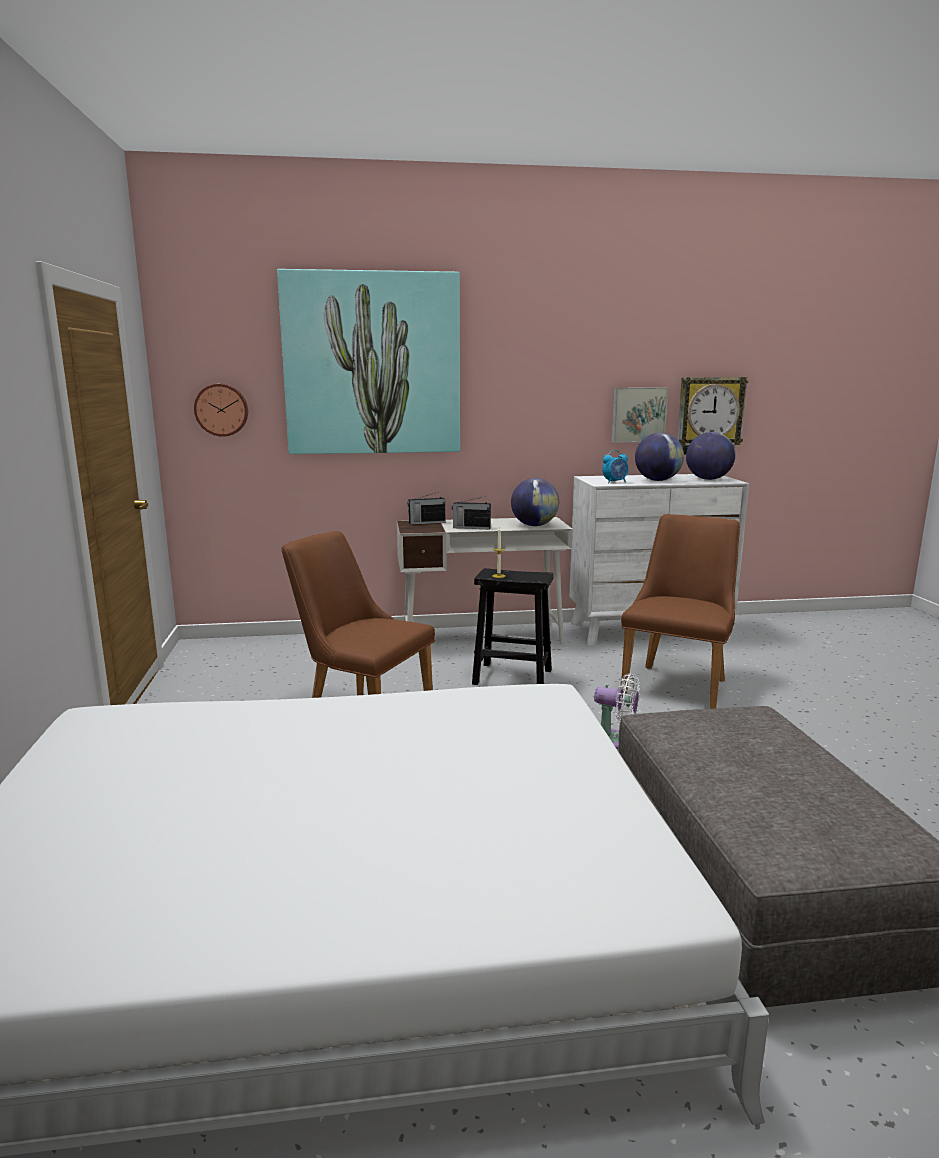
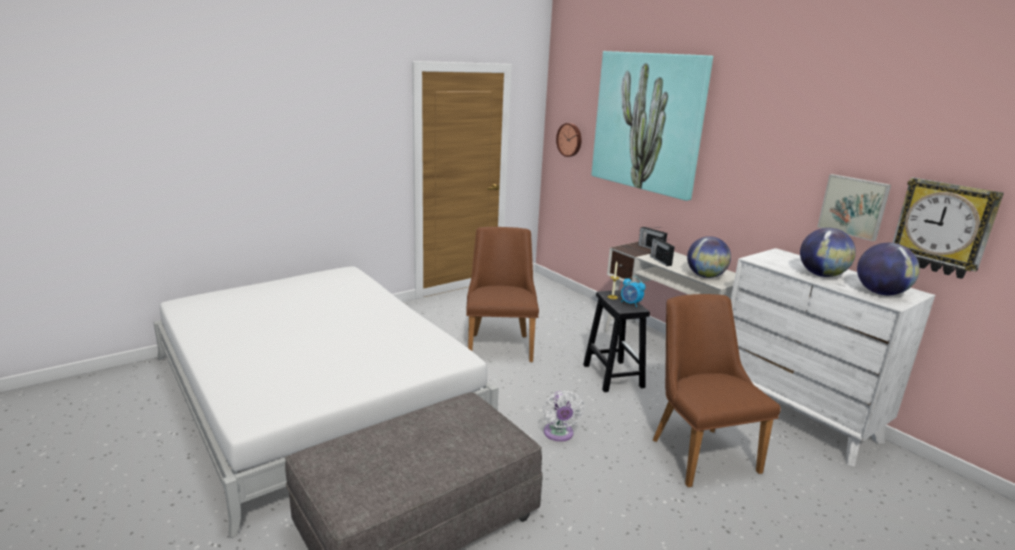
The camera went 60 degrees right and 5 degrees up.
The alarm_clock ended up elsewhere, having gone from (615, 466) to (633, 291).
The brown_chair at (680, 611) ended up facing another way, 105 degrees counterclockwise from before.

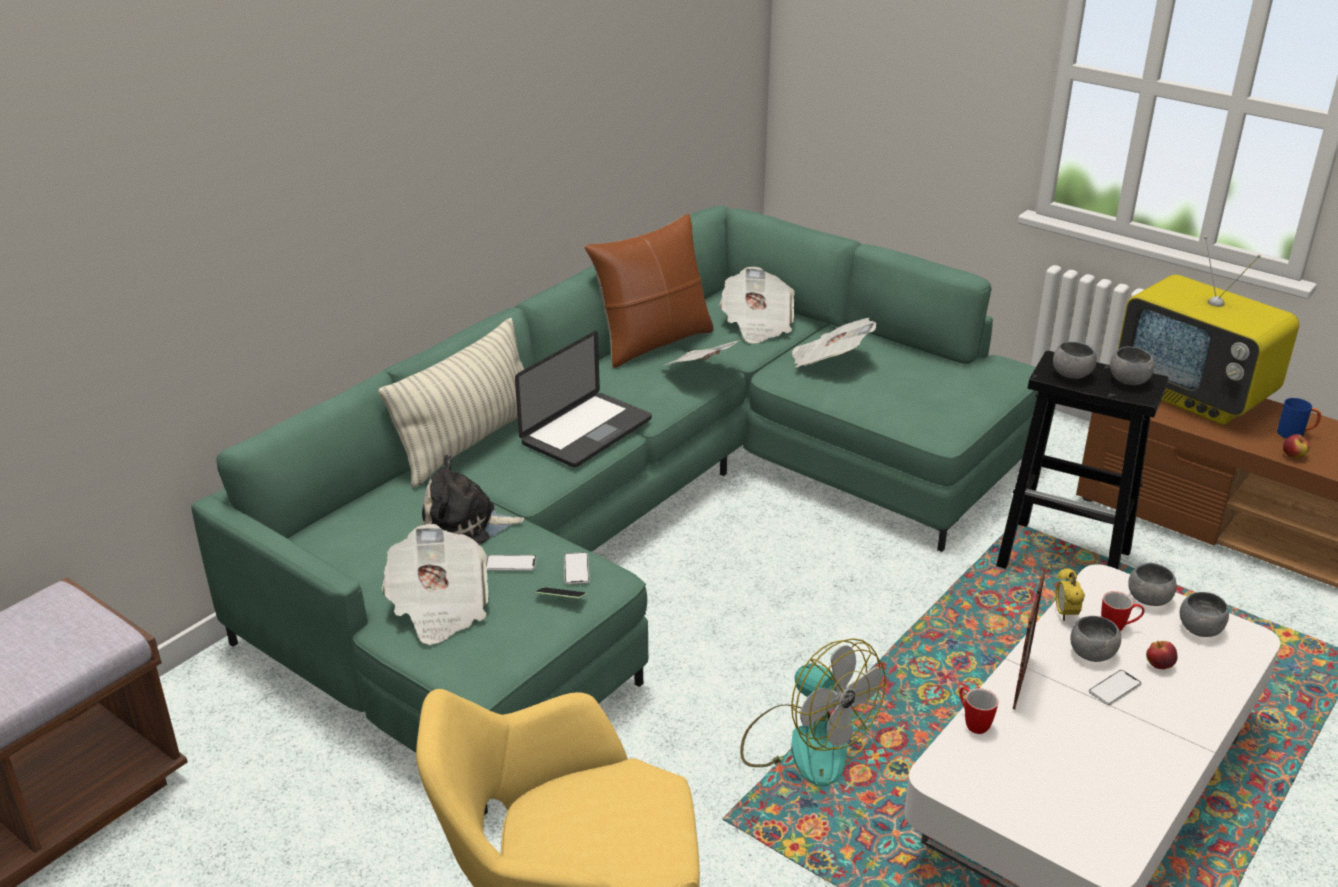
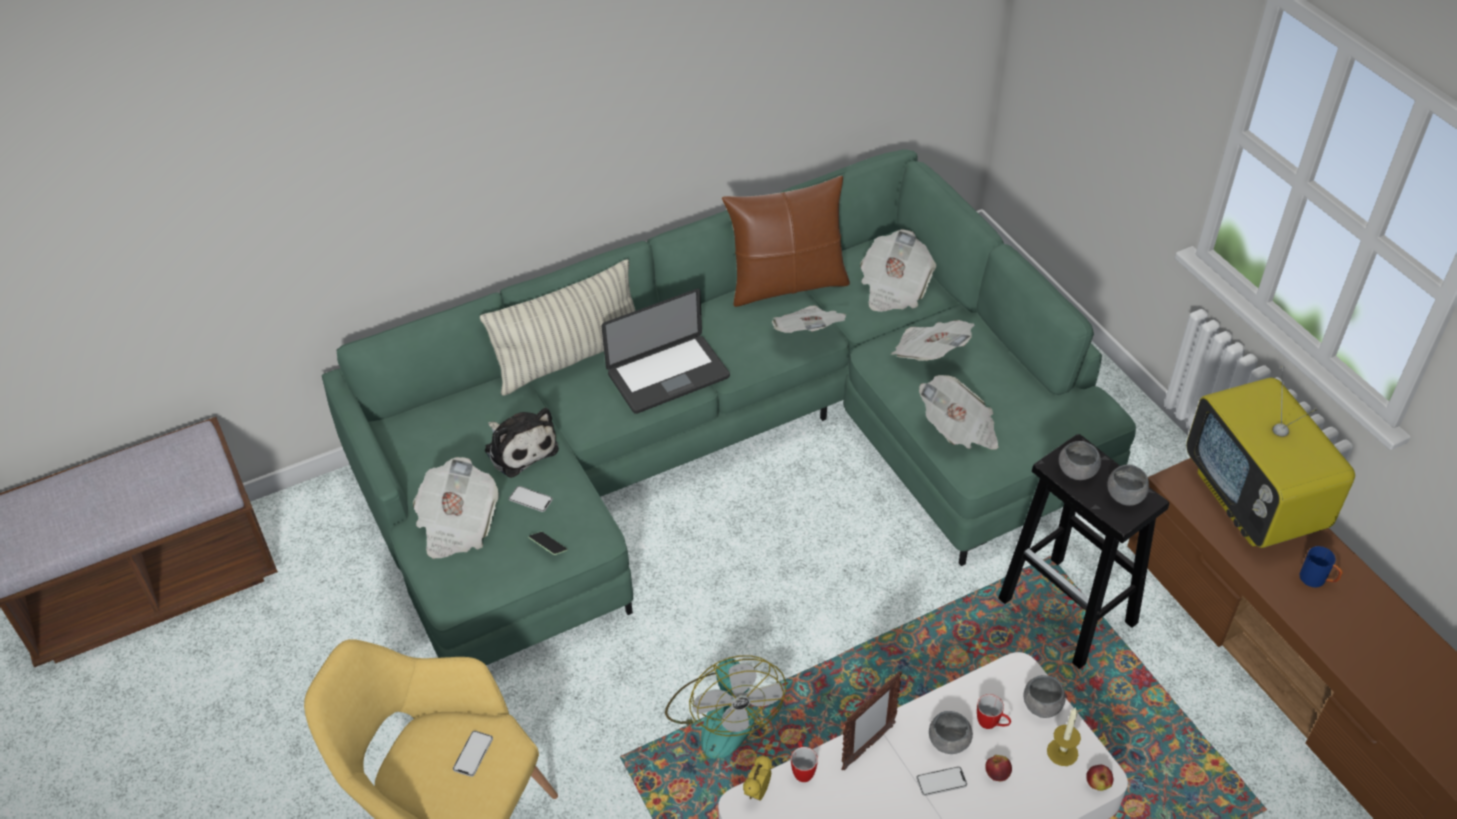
The camera went 25 degrees right and 15 degrees up.
The second view gained the newspaper at (959, 412).
The phone ended up elsewhere, having gone from (577, 568) to (473, 754).
The alarm_clock ended up elsewhere, having gone from (1070, 594) to (757, 778).
The apple ended up elsewhere, having gone from (1296, 446) to (1099, 778).
Where the grey_bowl stood at (1204, 614), the candle came to stand at (1064, 736).
The plush_toy at (473, 499) ended up facing another way, 150 degrees counterclockwise from before.

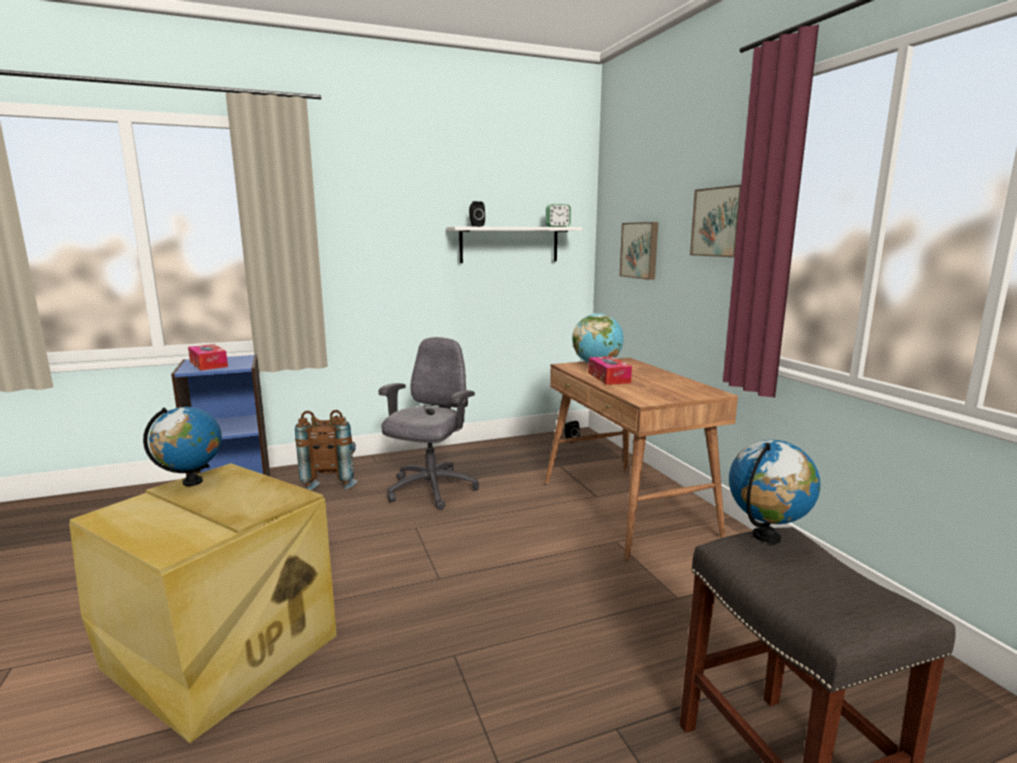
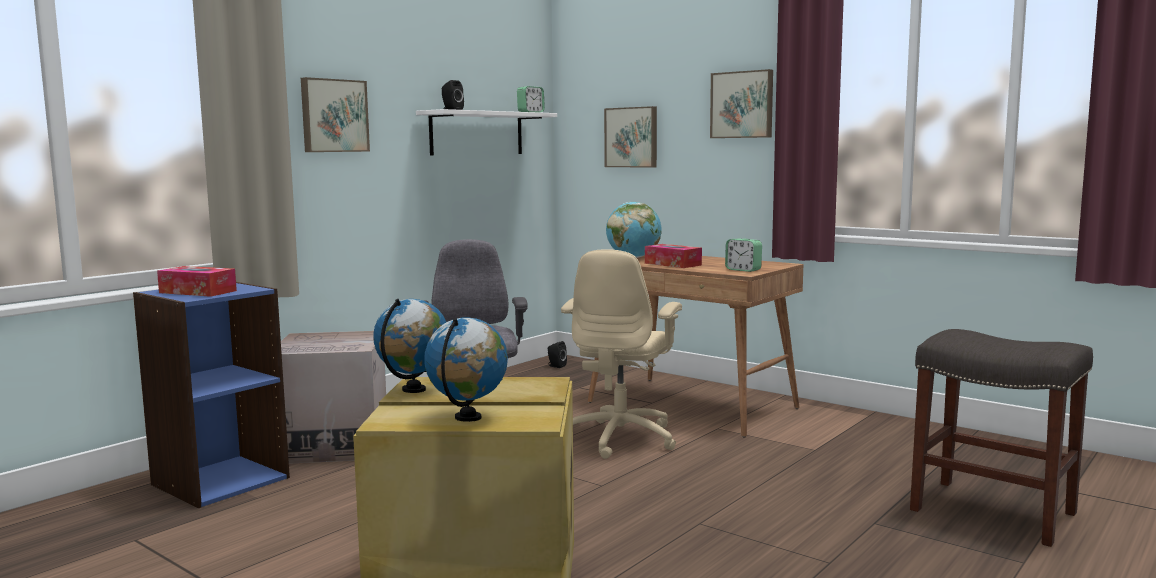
The camera went 30 degrees left and 5 degrees down.
The second view gained the picture at (335, 114).
The second view gained the beige_office_chair at (621, 354).
The second view gained the alarm_clock at (743, 255).
The globe ended up elsewhere, having gone from (774, 492) to (466, 369).
Where the brown_backpack stood at (326, 450), the cardboard_box came to stand at (333, 397).

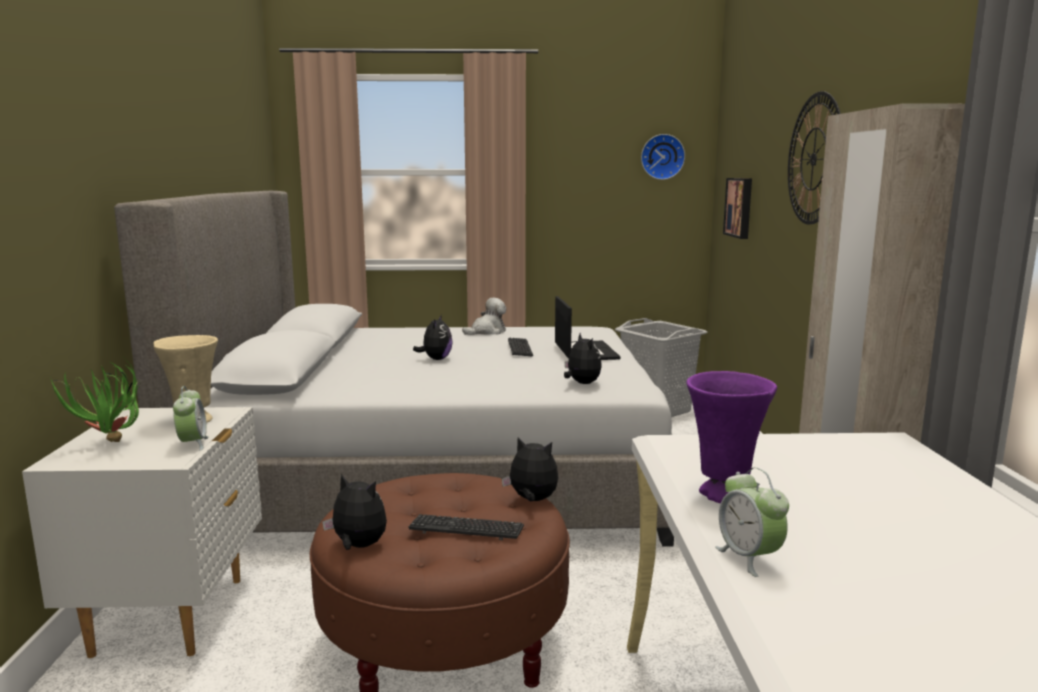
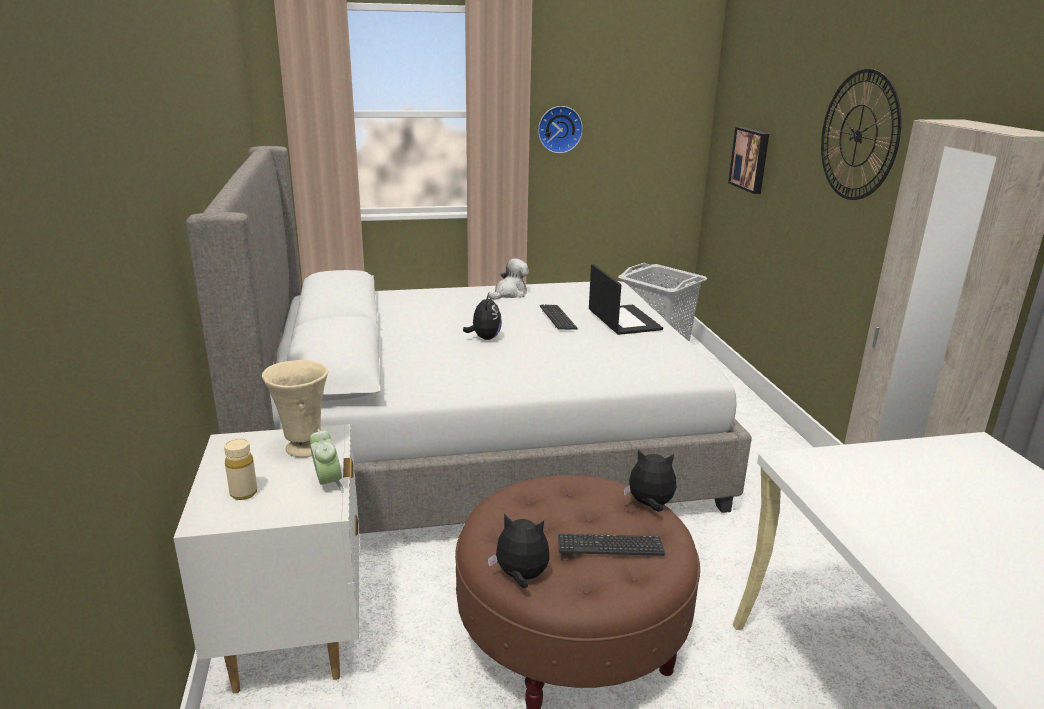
The camera went 10 degrees left and 10 degrees up.
The second view lost the plush_toy at (583, 358).
The second view lost the purple_vase at (731, 437).
The second view lost the alarm_clock at (752, 522).
The wall_clock ended up elsewhere, having gone from (663, 157) to (560, 130).
Where the potted_plant stood at (95, 399), the beige_bottle came to stand at (240, 469).

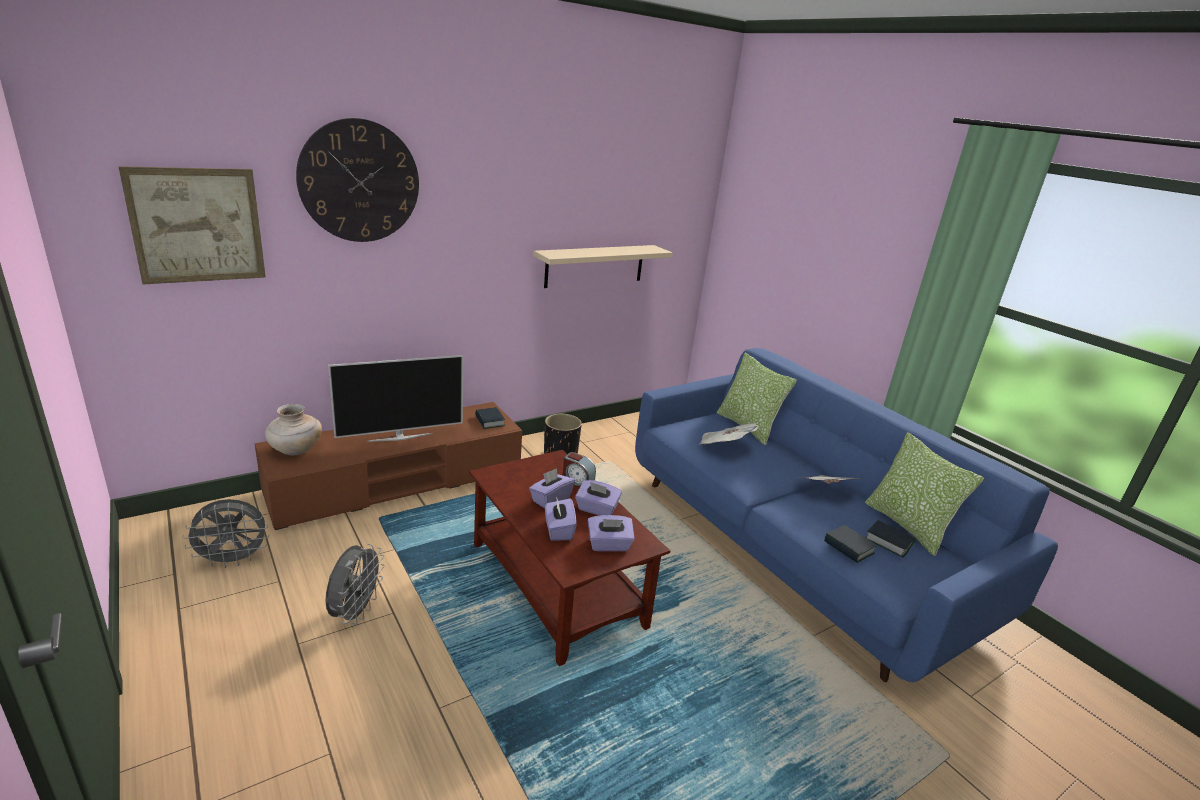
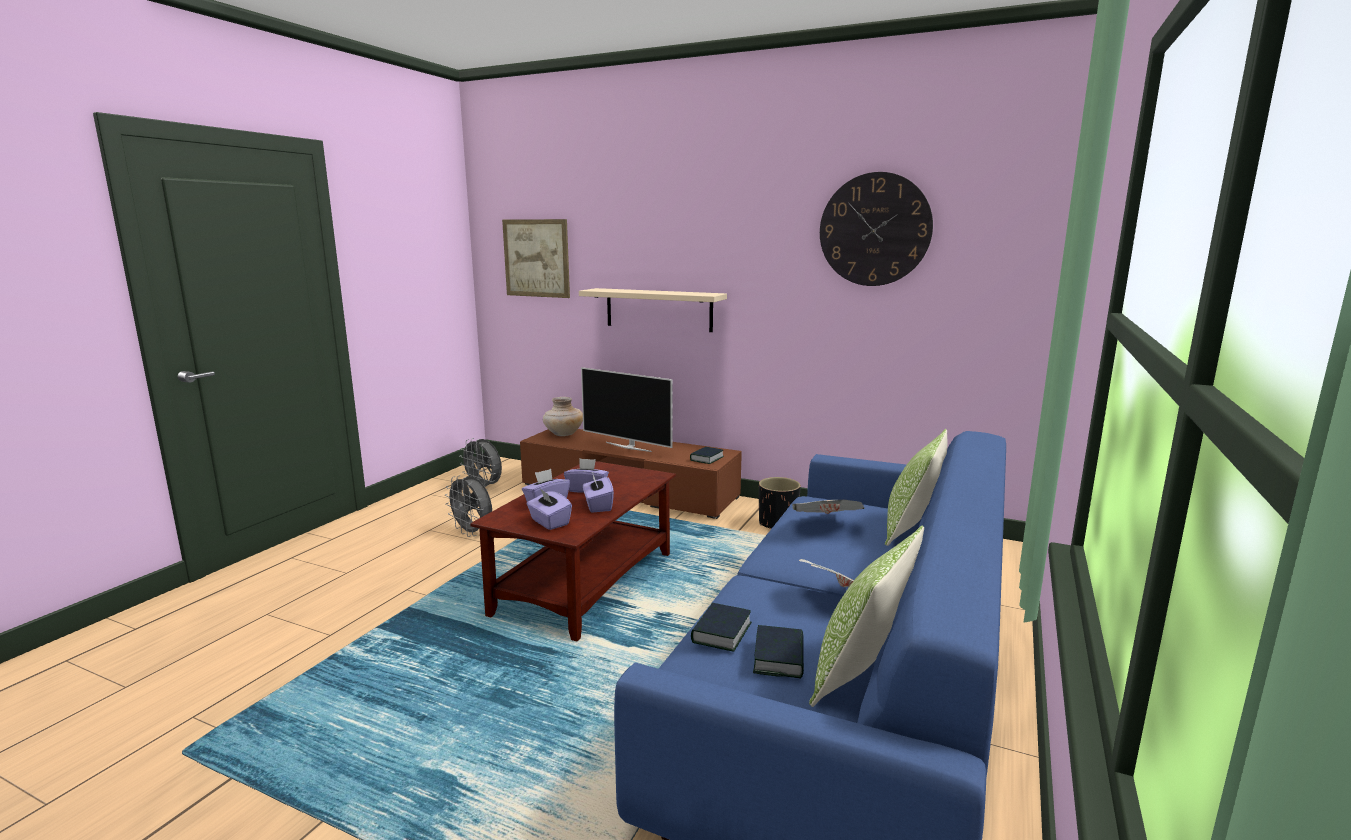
The camera went 60 degrees right and 10 degrees down.
The second view lost the alarm_clock at (579, 469).
The wall_clock ended up elsewhere, having gone from (357, 180) to (876, 229).
The beige_shelf ended up elsewhere, having gone from (603, 266) to (653, 310).
The grey_fan at (354, 584) ended up facing another way, 60 degrees clockwise from before.

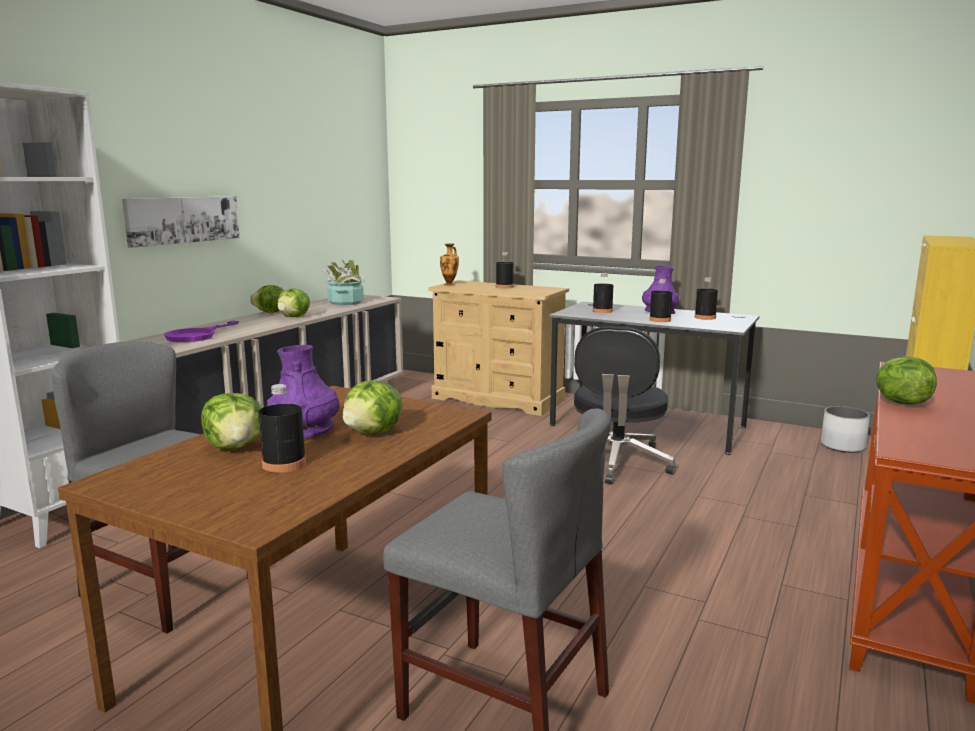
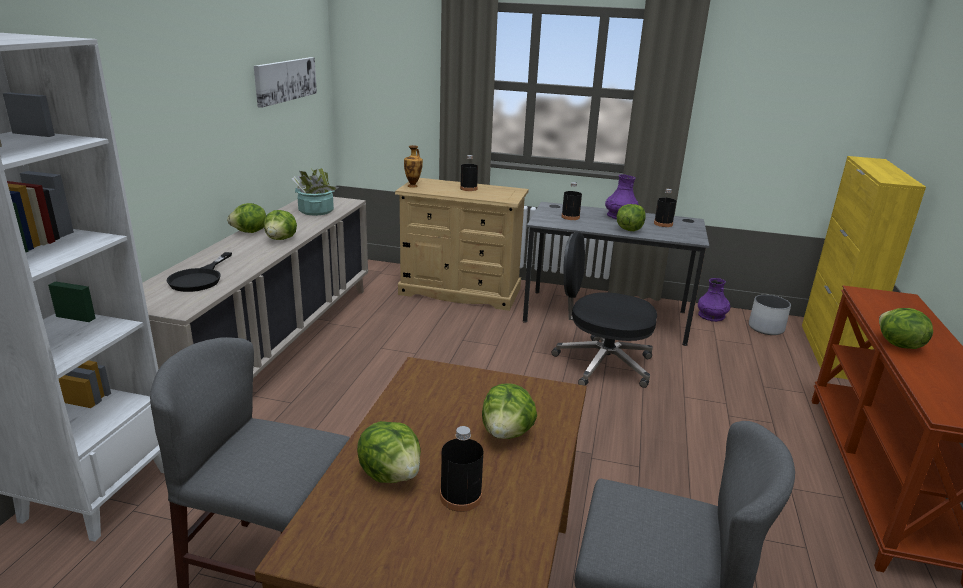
The camera went 15 degrees left and 10 degrees up.
The picture ended up elsewhere, having gone from (181, 222) to (285, 82).
The purple_vase ended up elsewhere, having gone from (303, 392) to (714, 300).
Where the black_bottle stood at (660, 300), the lettuce came to stand at (631, 217).
What was the purple_frying_pan at (201, 331) turned into the black_frying_pan at (199, 272).
The black_office_chair at (625, 405) ended up facing another way, 105 degrees clockwise from before.

